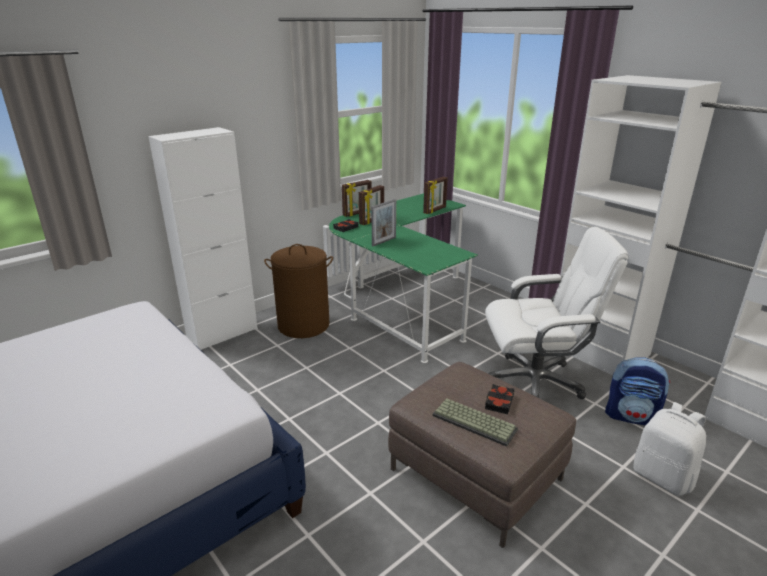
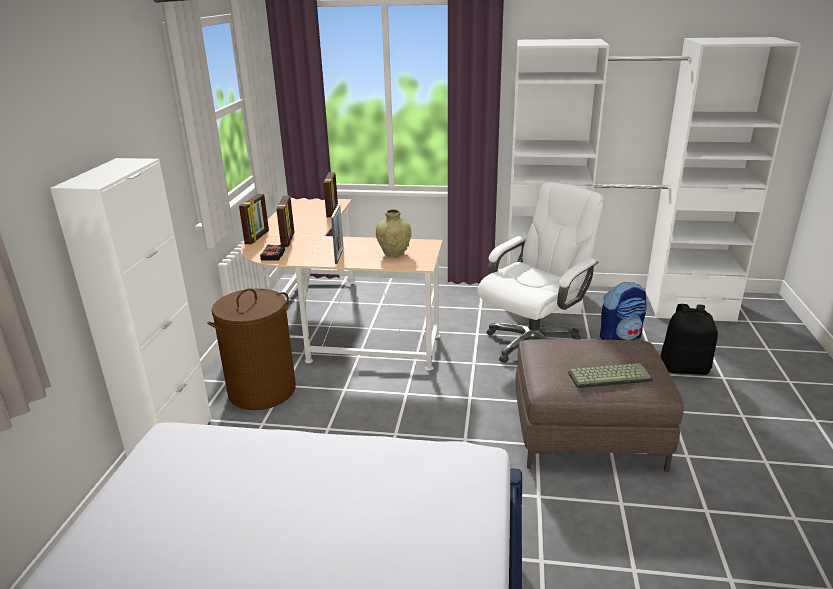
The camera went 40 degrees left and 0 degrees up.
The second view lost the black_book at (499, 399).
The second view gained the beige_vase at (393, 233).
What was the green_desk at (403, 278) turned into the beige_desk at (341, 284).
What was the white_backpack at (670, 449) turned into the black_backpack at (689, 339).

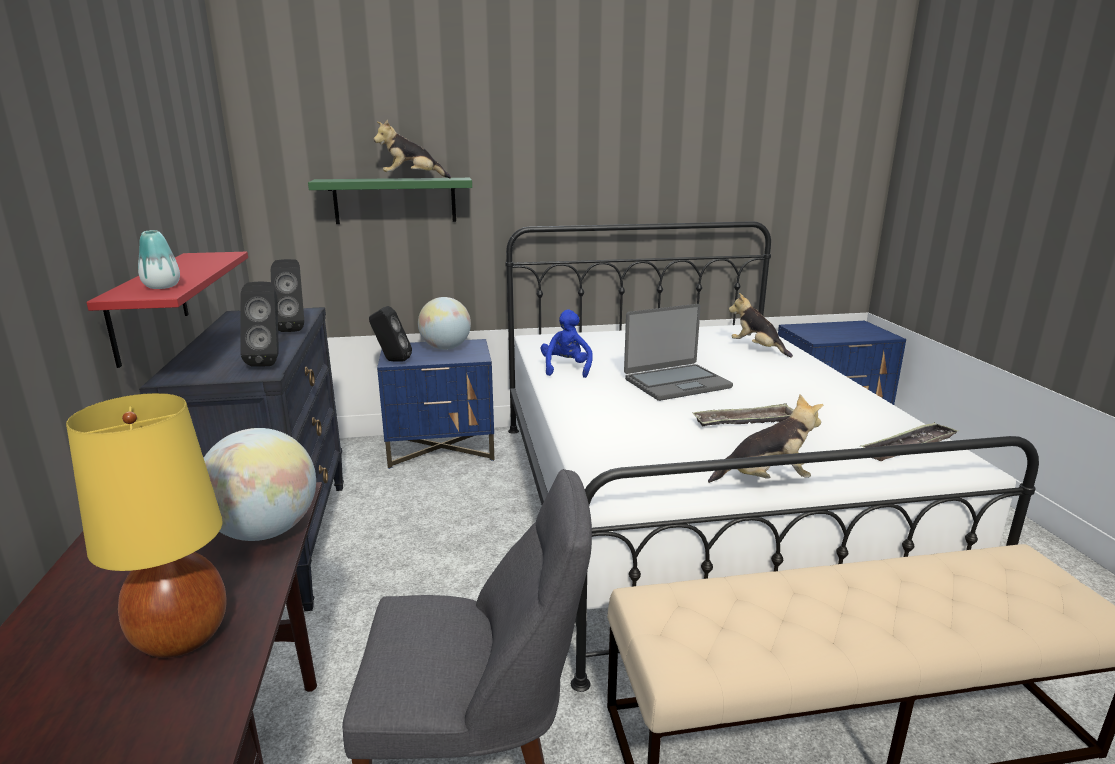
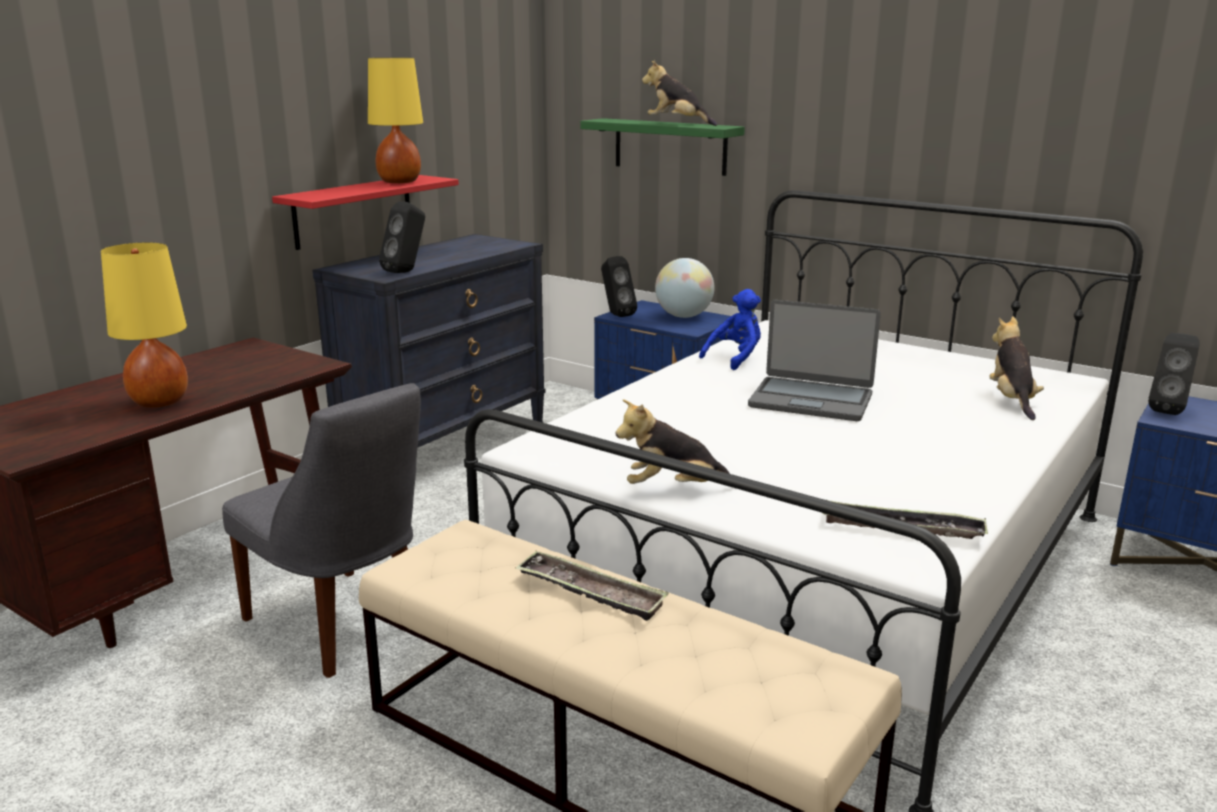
The camera went 45 degrees right and 0 degrees up.
The second view lost the vase at (159, 259).
The second view lost the globe at (260, 484).
The second view gained the yellow_table_lamp at (395, 120).
The black_speaker ended up elsewhere, having gone from (287, 295) to (1174, 374).
The tray ended up elsewhere, having gone from (743, 414) to (592, 586).
The plush_toy at (765, 439) ended up facing another way, 135 degrees clockwise from before.

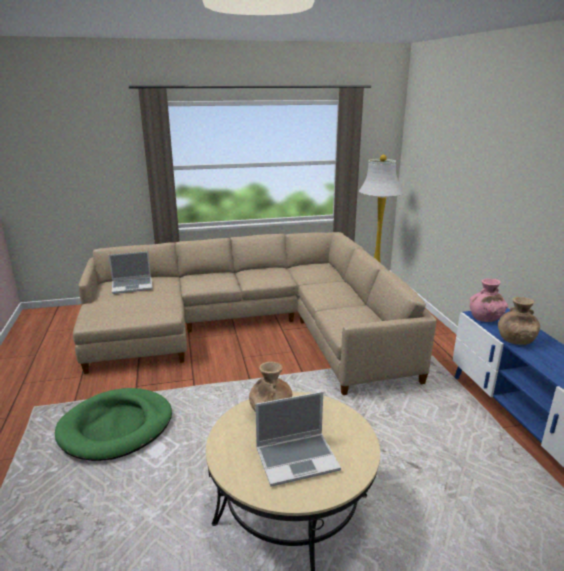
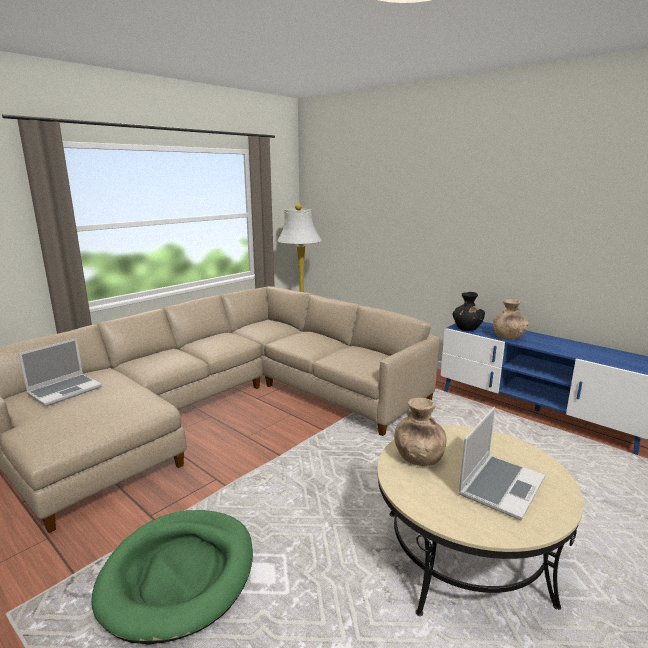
The camera went 35 degrees left and 5 degrees down.
What was the pink_vase at (489, 300) turned into the black_vase at (468, 311).

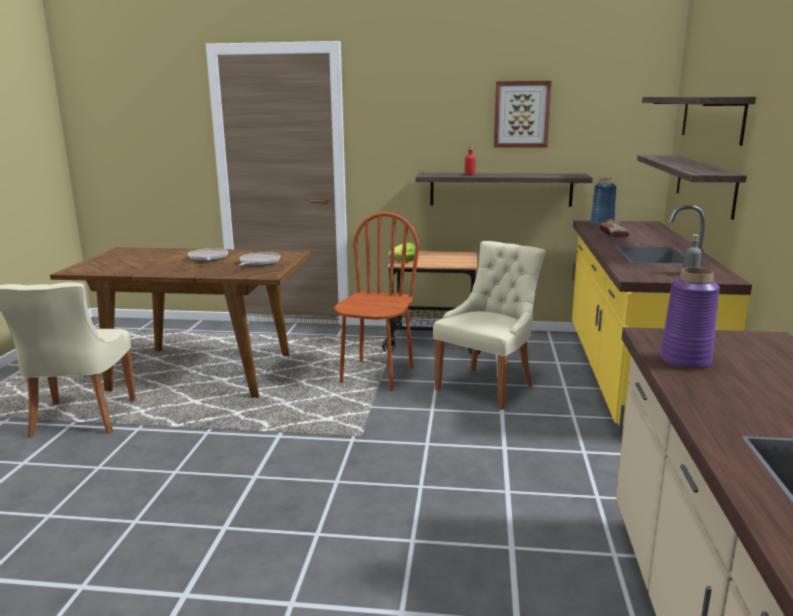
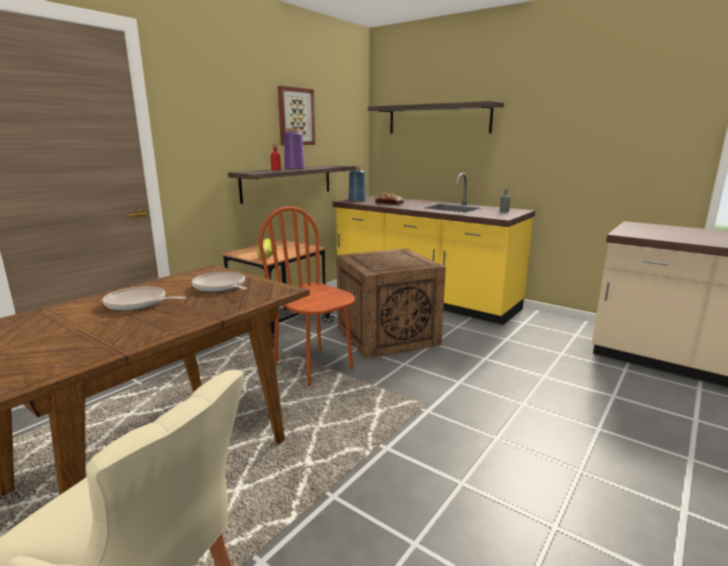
The camera went 60 degrees left and 0 degrees up.
The second view lost the shelf at (692, 187).
The purple_vase ended up elsewhere, having gone from (690, 318) to (294, 149).
Where the beige_chair stood at (489, 325), the crate came to stand at (391, 303).

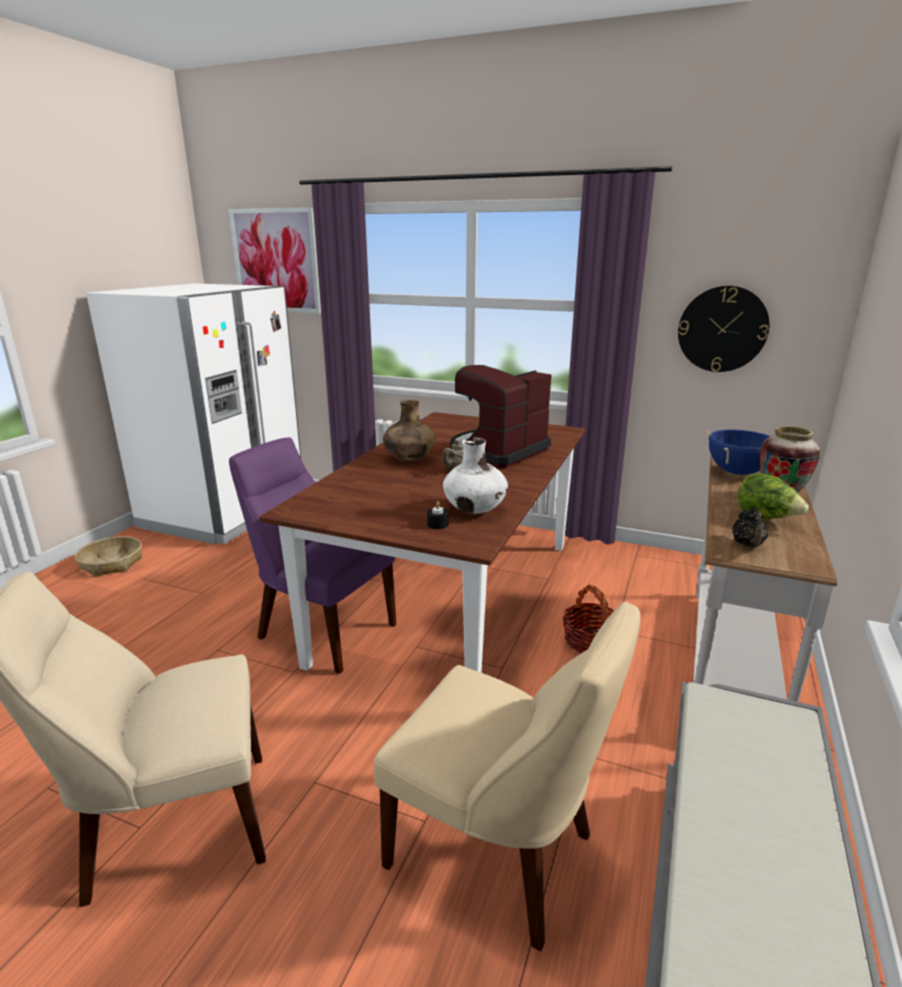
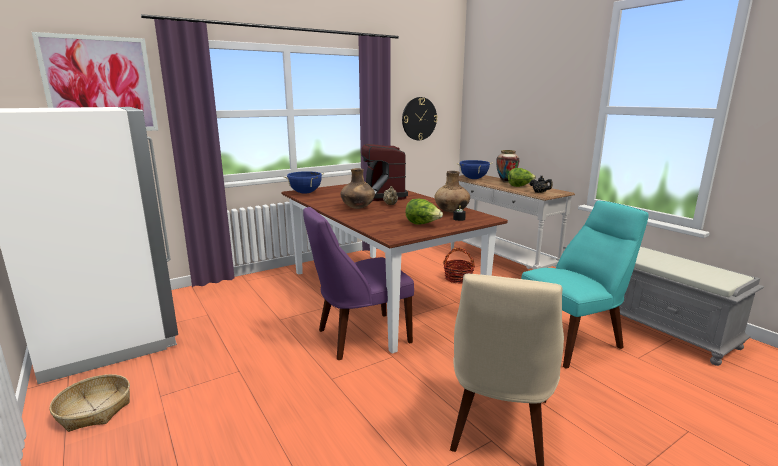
The camera went 55 degrees left and 5 degrees down.
The second view gained the blue_cooking_pot at (304, 182).
The second view gained the lettuce at (424, 212).
What was the beige_chair at (507, 776) turned into the turquoise_chair at (585, 285).
What was the white_vase at (475, 476) turned into the brown_vase at (452, 192).

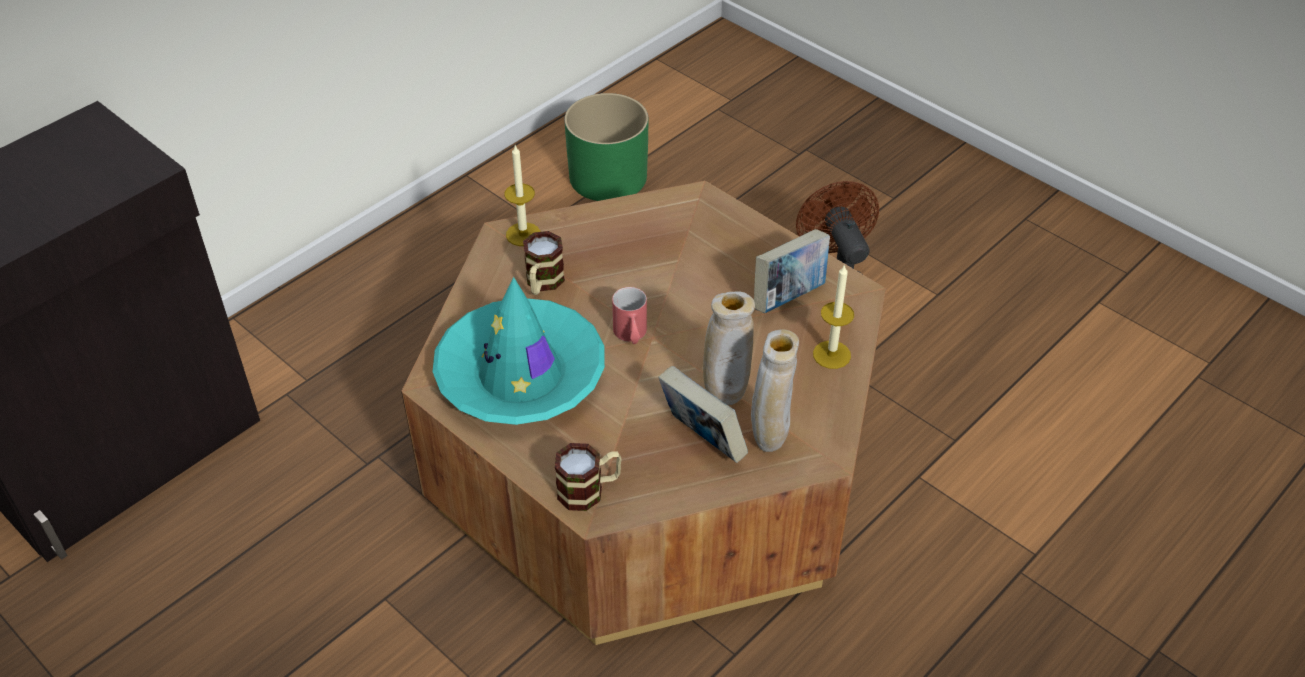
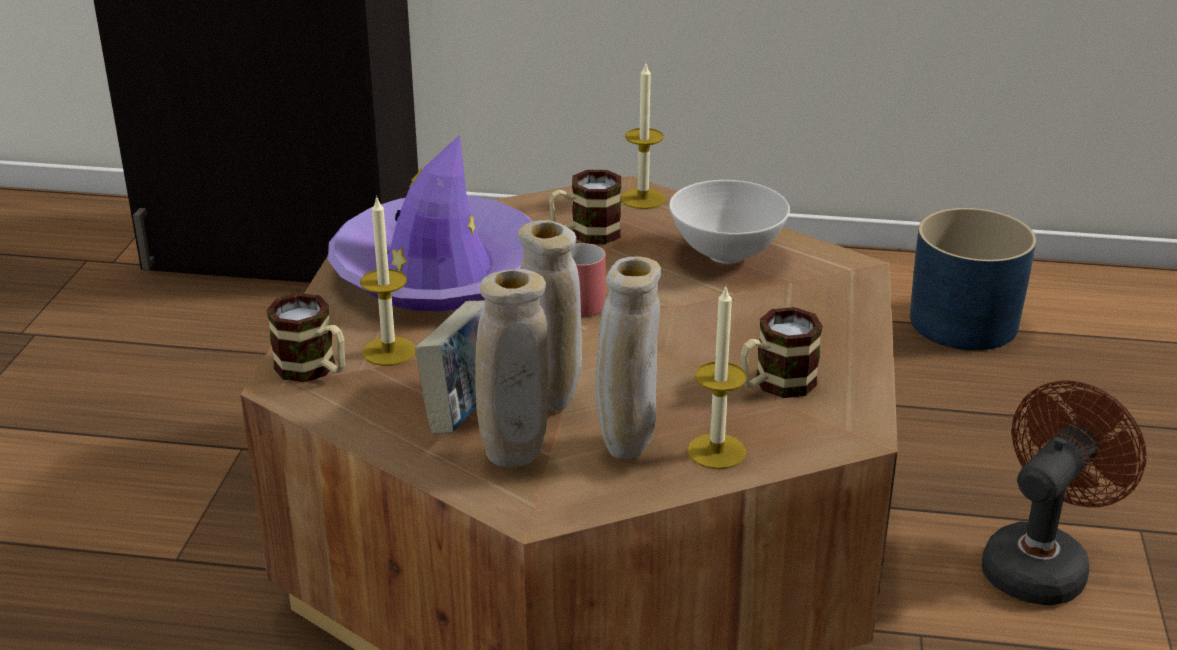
The camera went 55 degrees right and 15 degrees down.
The second view gained the candle at (387, 280).
The second view gained the beige_vase at (628, 357).
The second view gained the white_bowl at (729, 222).
Where the book stood at (792, 271), the mug came to stand at (782, 352).
What was the turquoise_hat at (518, 351) turned into the purple_hat at (430, 223).
What was the green_planter at (606, 147) turned into the blue_planter at (973, 279).

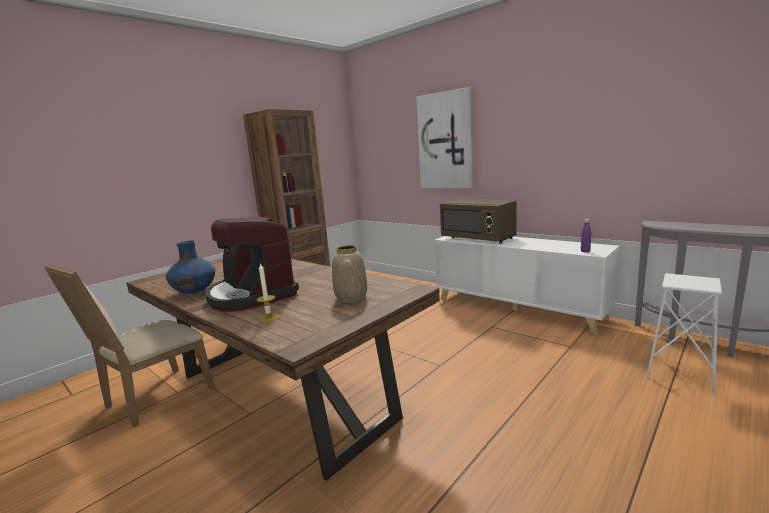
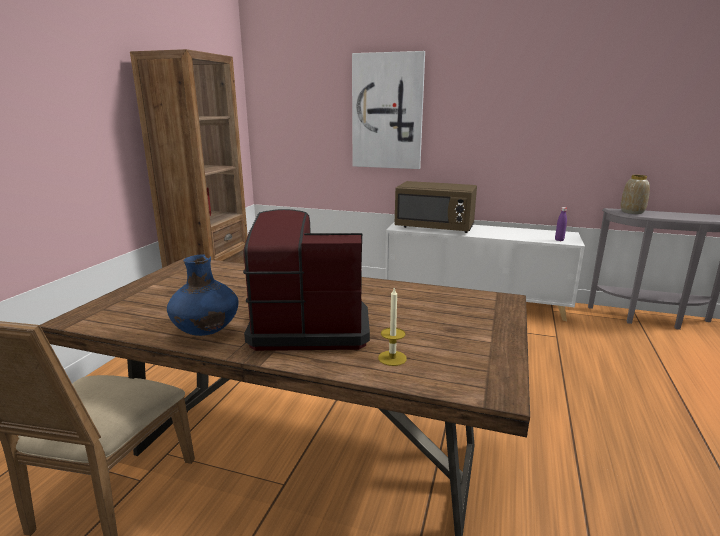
The camera went 25 degrees left and 5 degrees up.
The second view lost the white_stool at (684, 333).
The vase ended up elsewhere, having gone from (349, 274) to (635, 194).
The coffee_machine at (252, 264) ended up facing another way, 150 degrees clockwise from before.

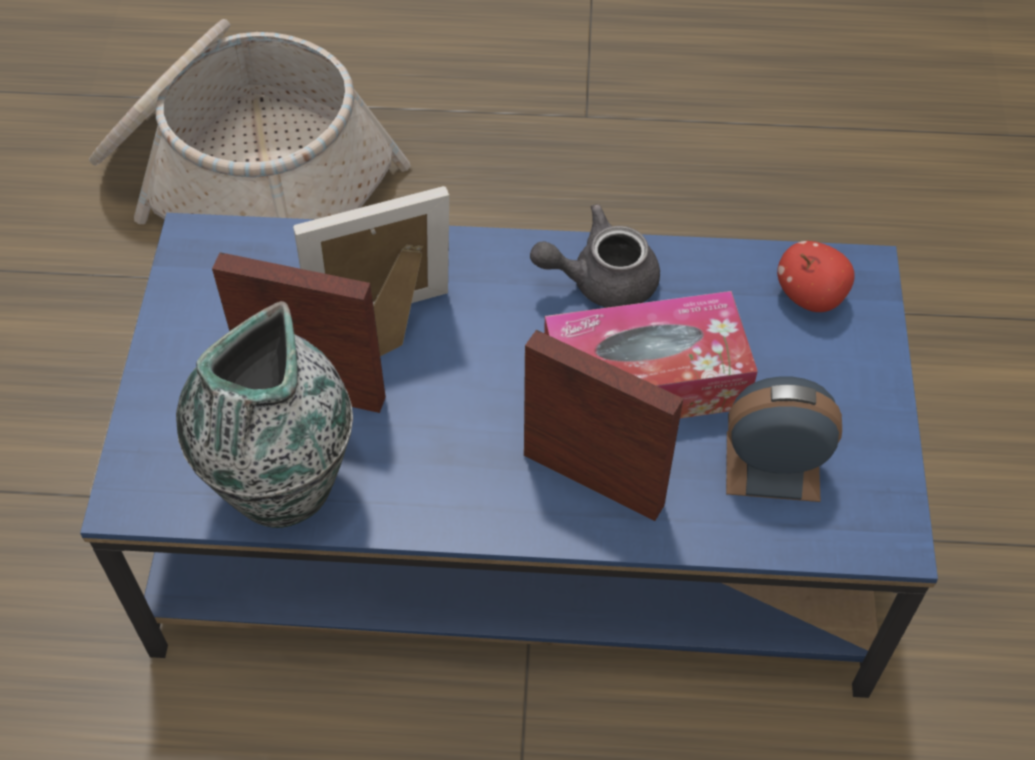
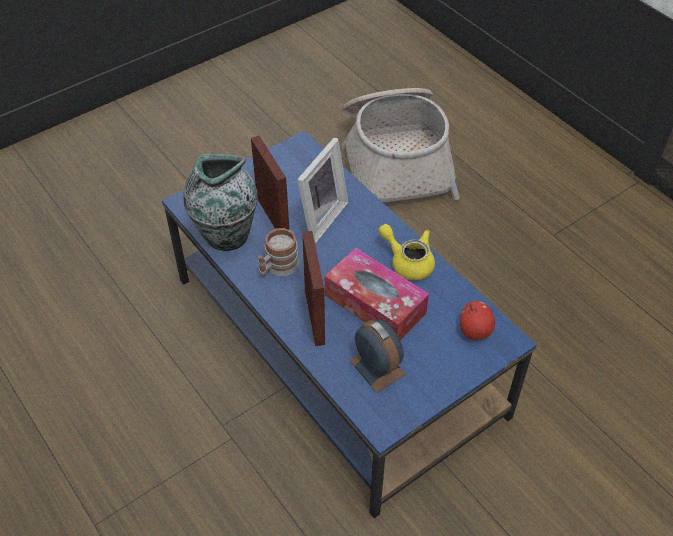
The camera went 50 degrees right and 5 degrees down.
The second view gained the mug at (279, 252).
What was the grey_teapot at (595, 256) turned into the yellow_teapot at (407, 252).
The picture_frame at (371, 271) ended up facing another way, 90 degrees clockwise from before.

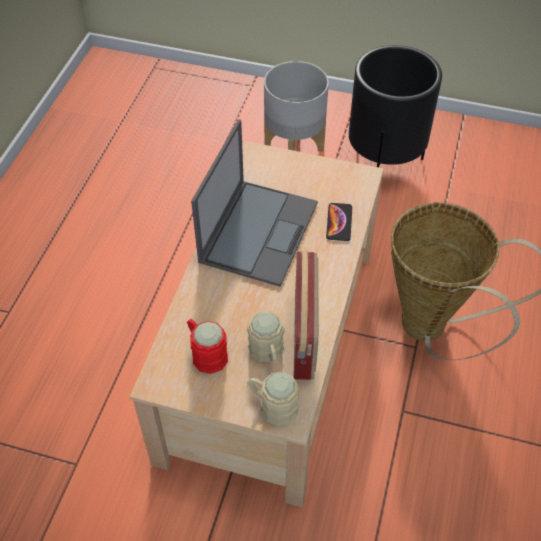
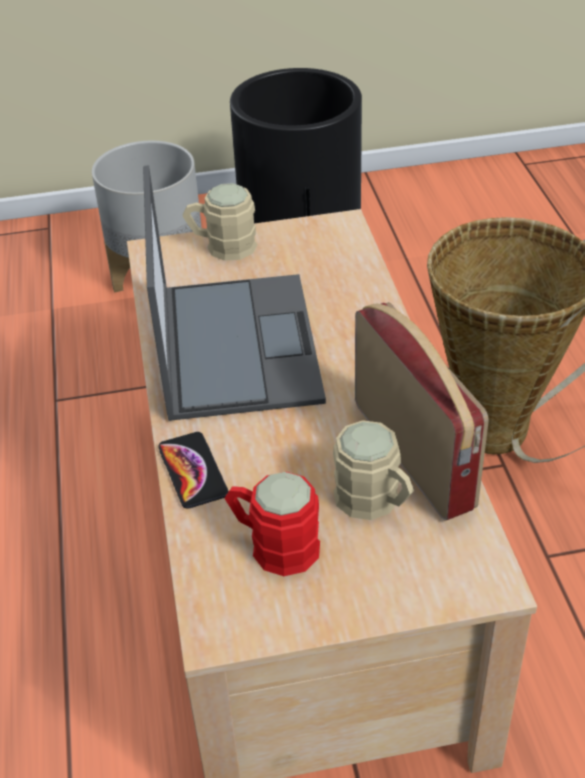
The camera went 25 degrees left and 10 degrees down.
The beige_mug ended up elsewhere, having gone from (273, 399) to (220, 222).
The phone ended up elsewhere, having gone from (339, 222) to (193, 470).

